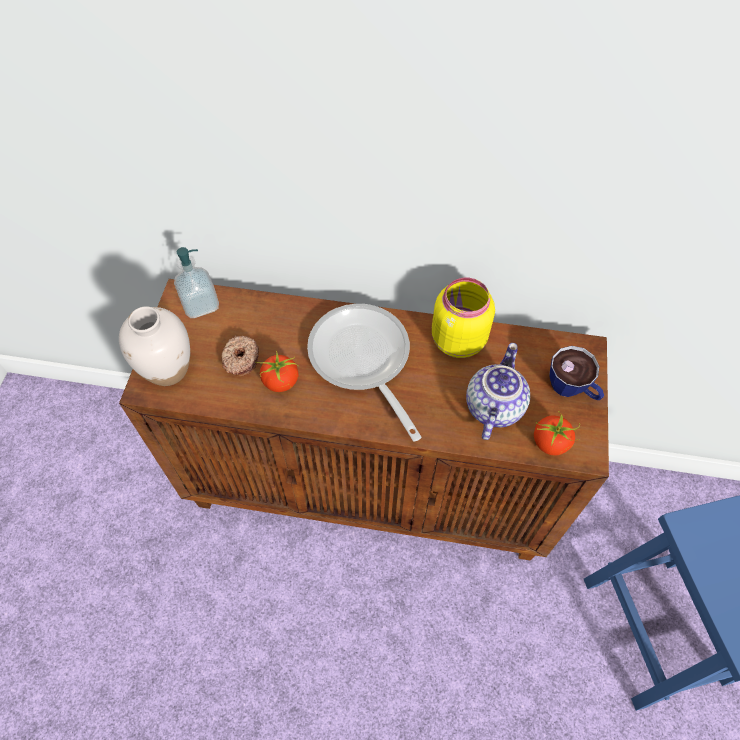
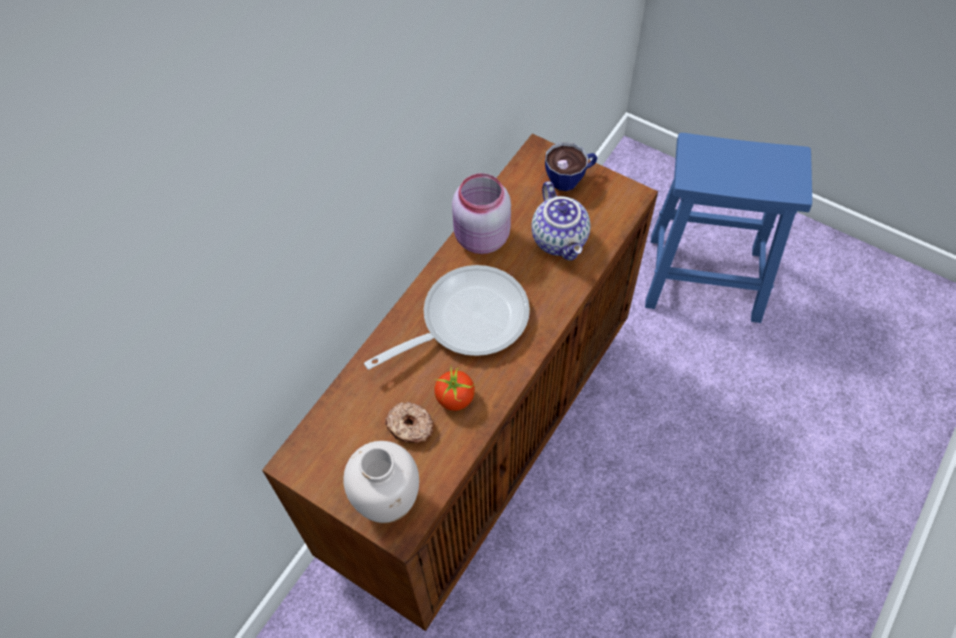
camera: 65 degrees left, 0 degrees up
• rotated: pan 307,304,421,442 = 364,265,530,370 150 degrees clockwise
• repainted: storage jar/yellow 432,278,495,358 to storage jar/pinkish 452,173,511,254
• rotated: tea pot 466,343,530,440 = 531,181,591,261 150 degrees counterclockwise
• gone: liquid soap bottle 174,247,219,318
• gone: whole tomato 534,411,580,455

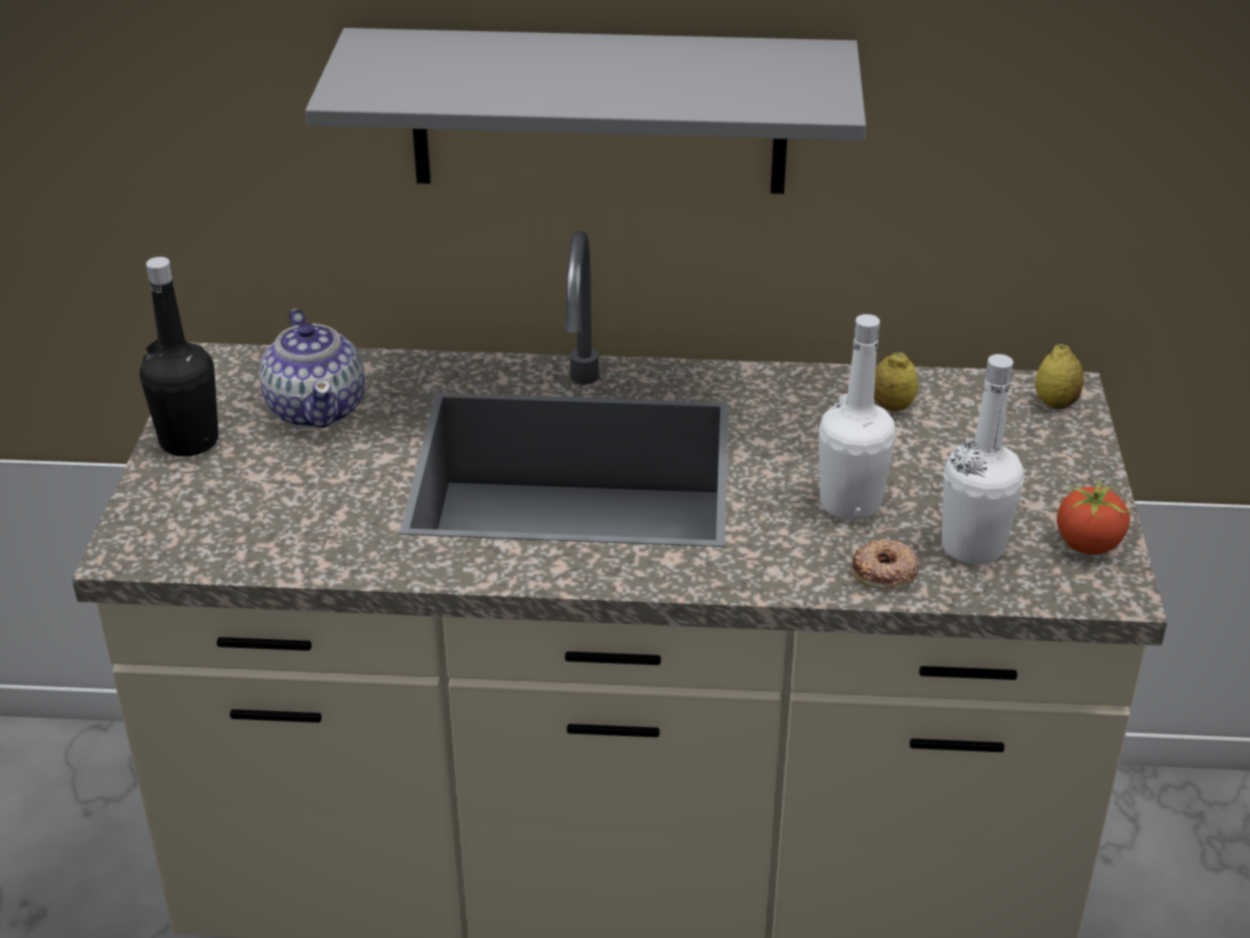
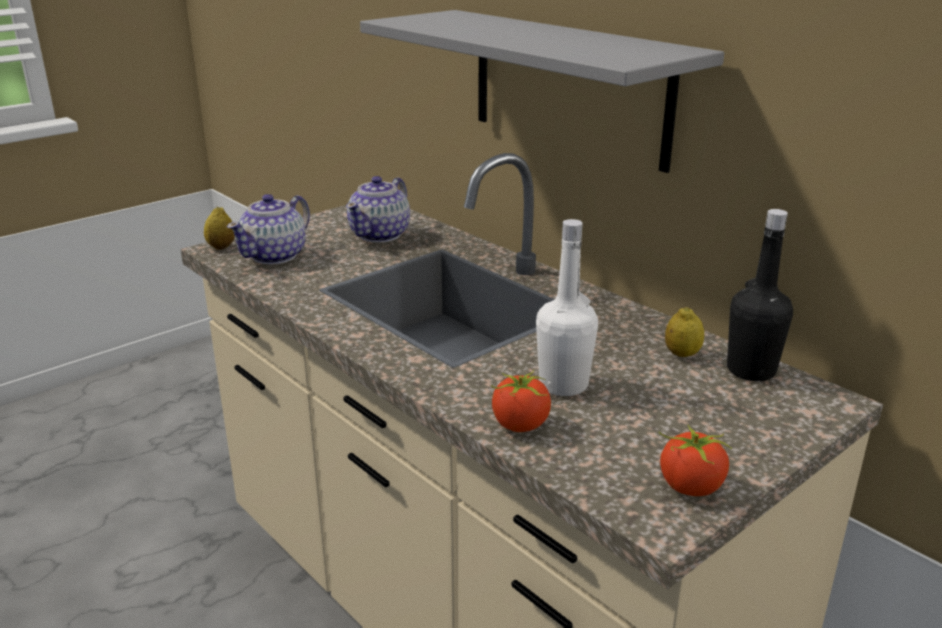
camera: 45 degrees right, 10 degrees down
• shifted: lemon 1035,344,1084,409 to 204,207,235,250
• new: tea pot 227,194,310,265
• swapped: doughnut 851,539,920,589 to whole tomato 491,370,551,432
• shifted: drink bottle/black-coloured 140,257,219,456 to 727,209,793,381
• gone: drink bottle/white 942,354,1024,565

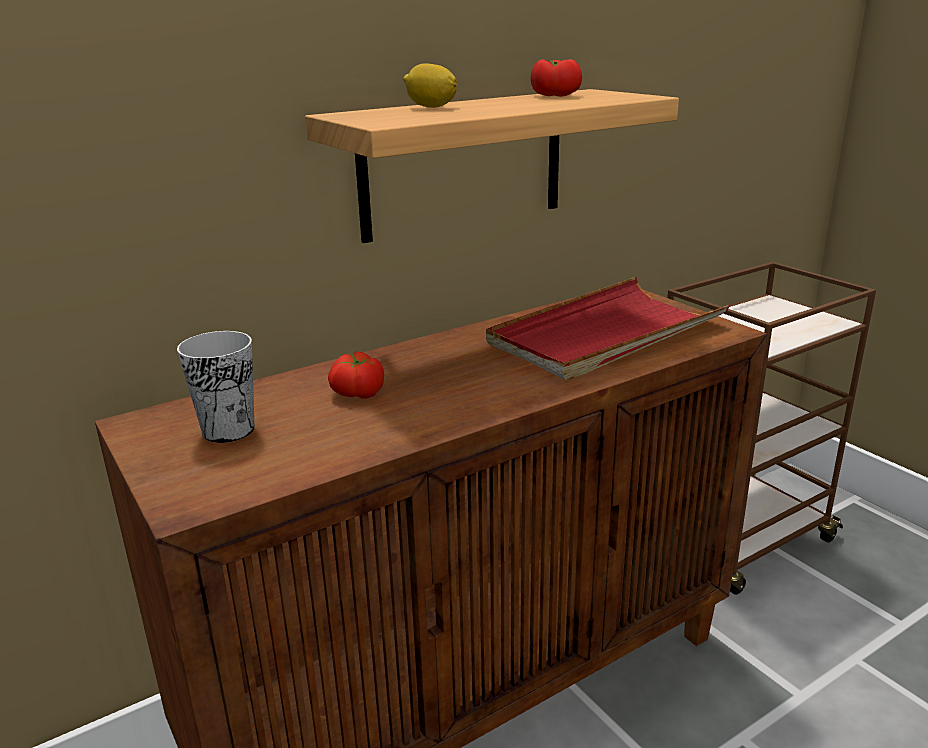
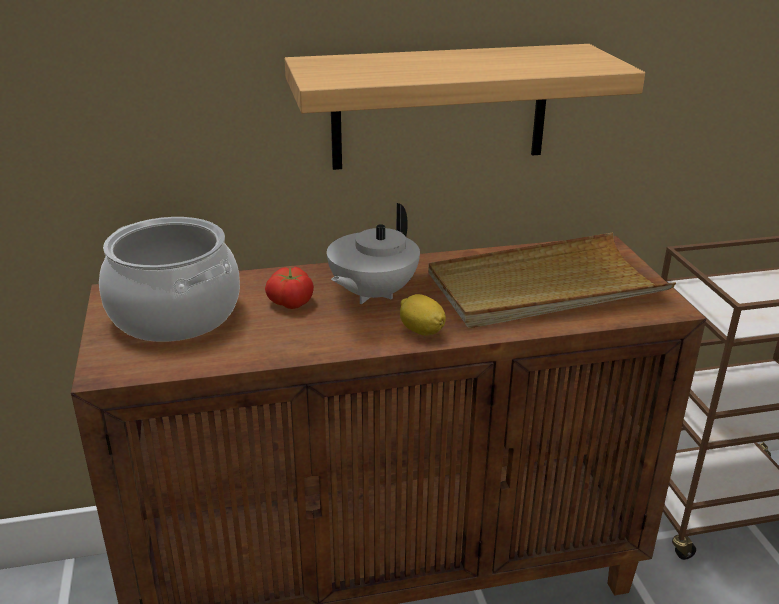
camera: 20 degrees right, 5 degrees up
• swapped: drinking cup 177,331,254,443 to stockpot 99,217,240,342
• new: tea pot/white 327,203,420,304
• shifted: lemon 403,63,458,108 to 400,294,446,335
• repainted: serving tray/red 486,277,730,380 to serving tray/beige-coloured 428,233,676,328
• gone: whole tomato 531,59,582,97

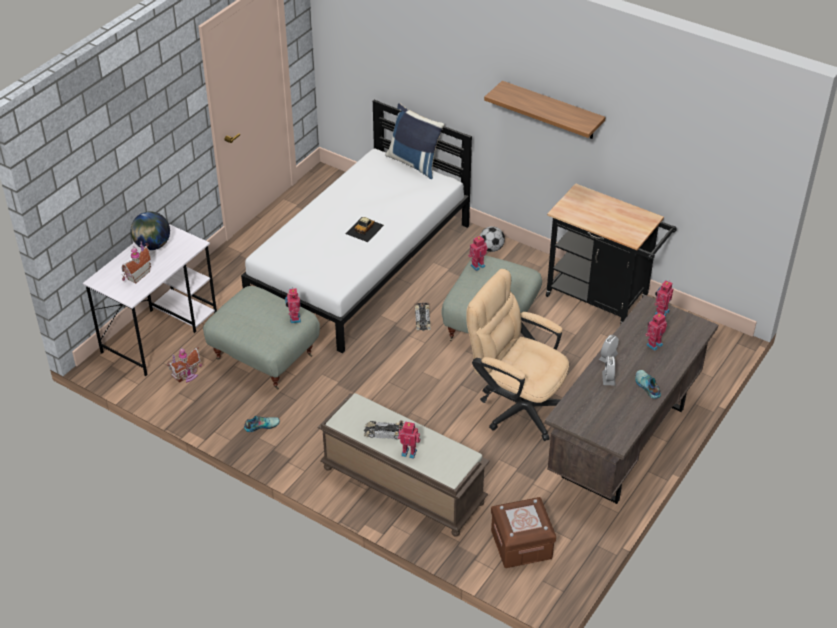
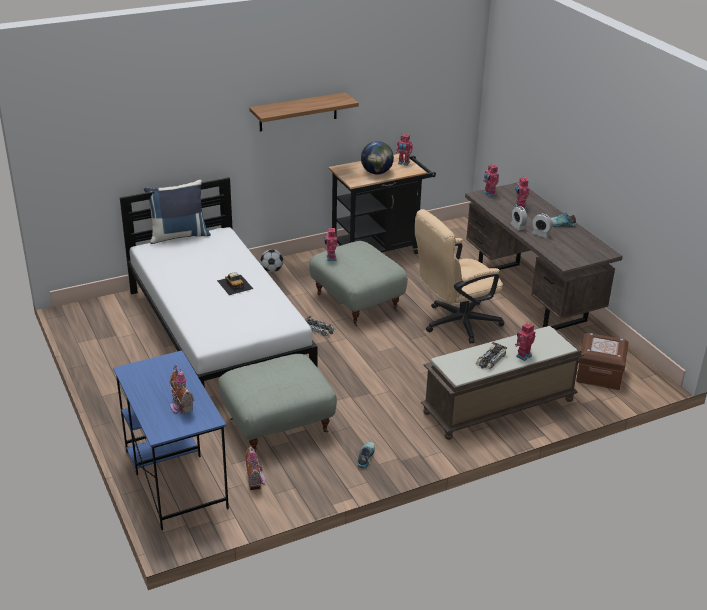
camera: 60 degrees left, 10 degrees down
• repainted: desk unit/white 83,224,217,377 to desk unit/blue 113,351,229,530
• shifted: globe 131,211,170,250 to 361,141,394,174
• shifted: model robot 285,287,301,323 to 396,133,413,166

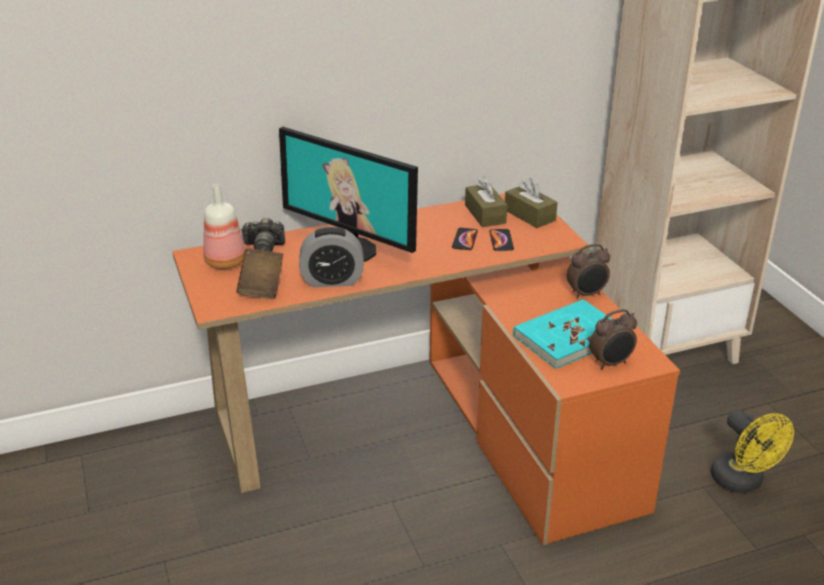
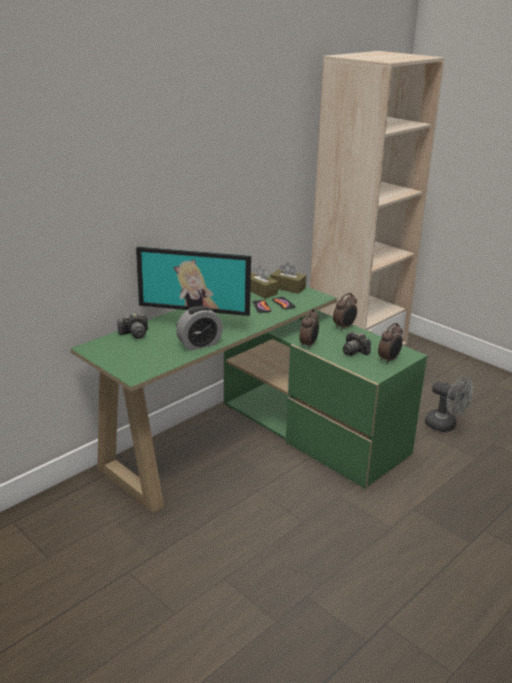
camera: 25 degrees left, 5 degrees down
• repainted: desk unit/orange-coloured 172,193,680,545 to desk unit/greenish 70,276,428,513
• new: bedside clock 299,309,319,349
• swapped: bound book/turquoise 513,299,612,369 to still camera 343,332,371,356
• repainted: electric fan/yellow 711,409,794,493 to electric fan/gray 425,376,473,432
• gone: drink bottle 203,184,245,269
• gone: bound book/brownish 237,249,283,299

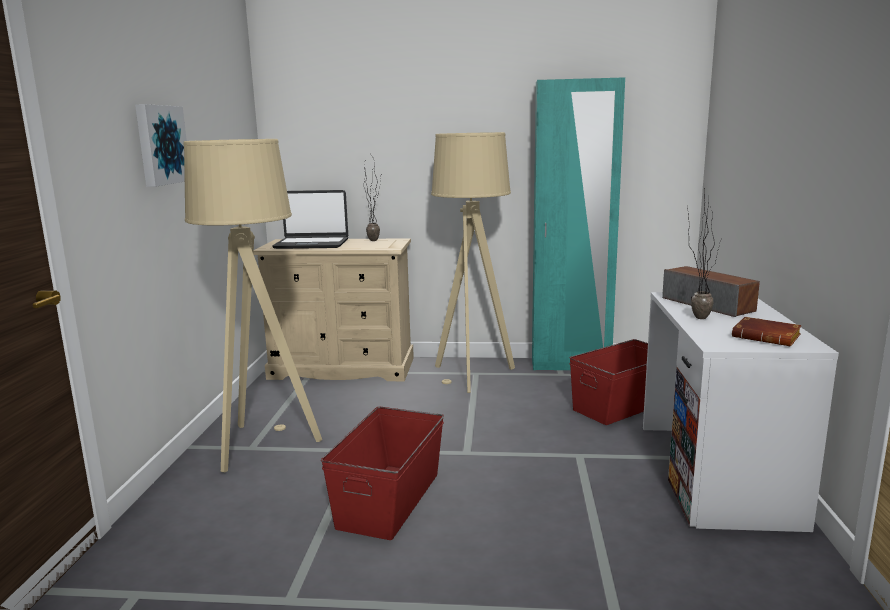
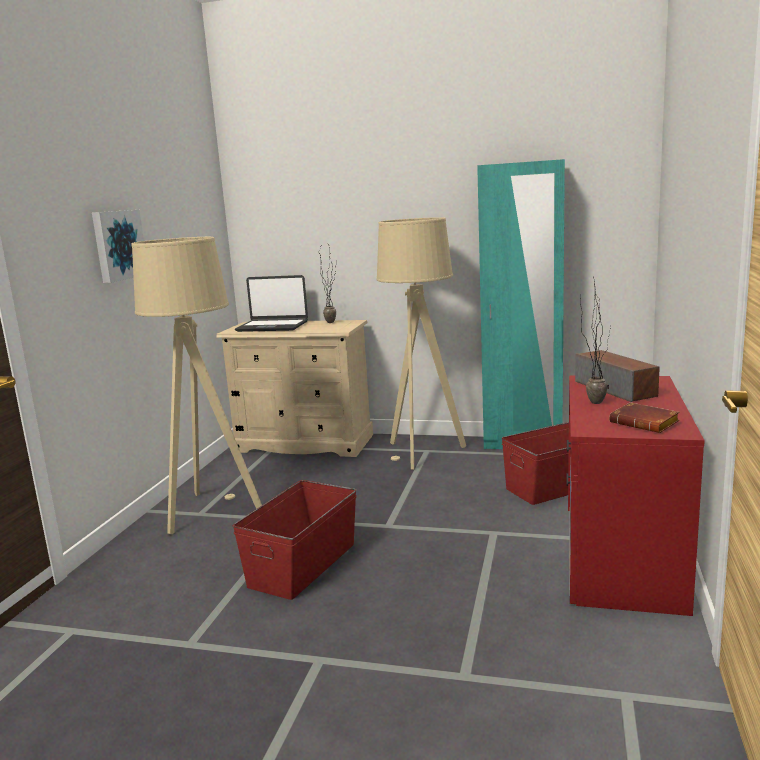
camera: 10 degrees right, 0 degrees up
• repainted: desk unit/white 643,292,839,532 to desk unit/red 566,375,705,616

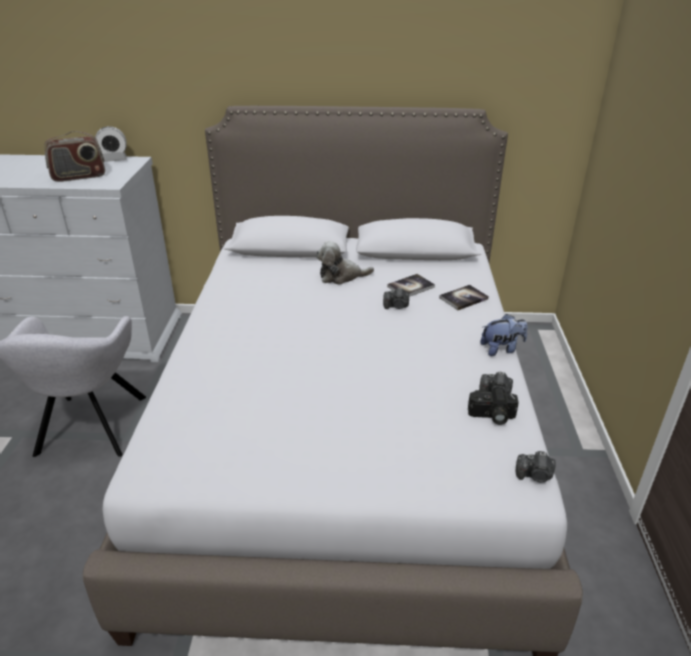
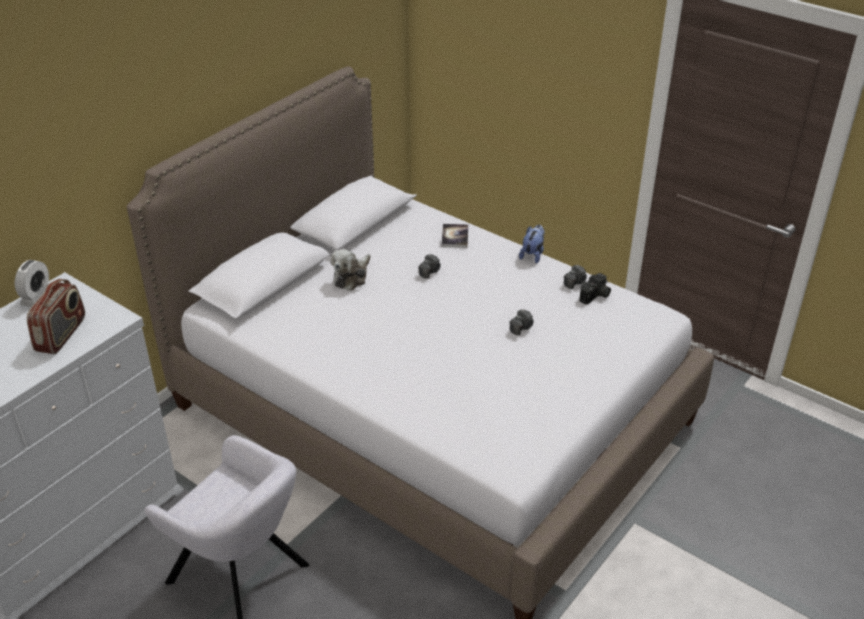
camera: 55 degrees left, 5 degrees up
• shifted: still camera 516,451,556,482 to 509,309,534,335
• gone: bound book 387,274,435,297

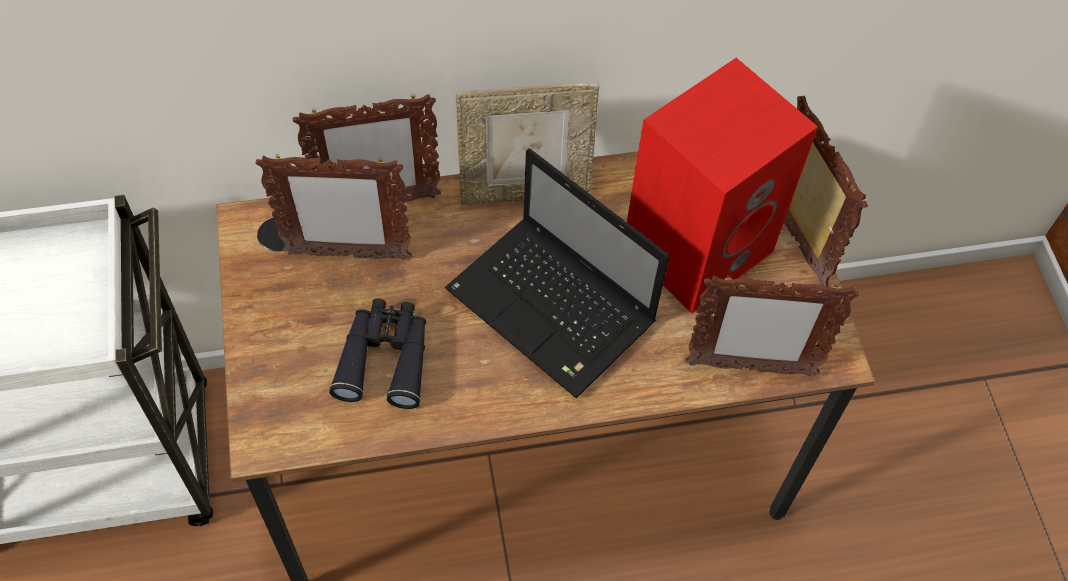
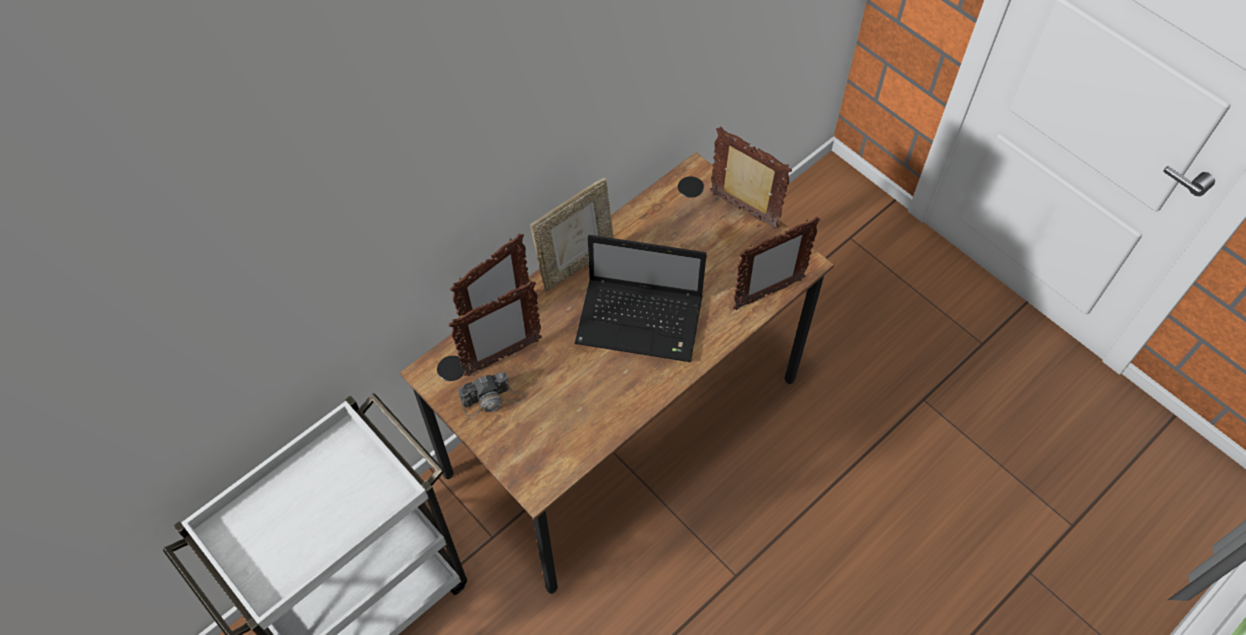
camera: 30 degrees left, 0 degrees up
• new: still camera 458,372,526,417
• gone: pair of binoculars/black-coloured 329,298,426,409
• gone: speaker/red 627,58,818,313

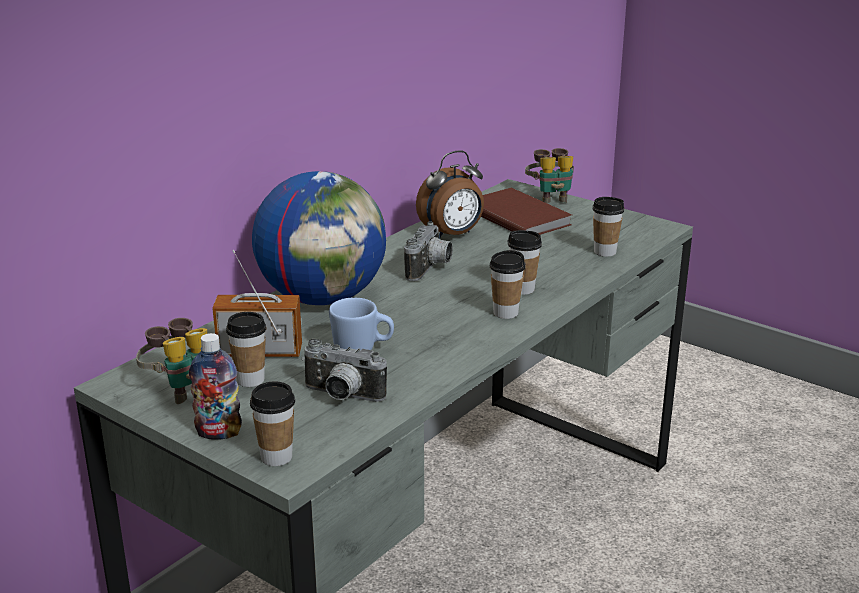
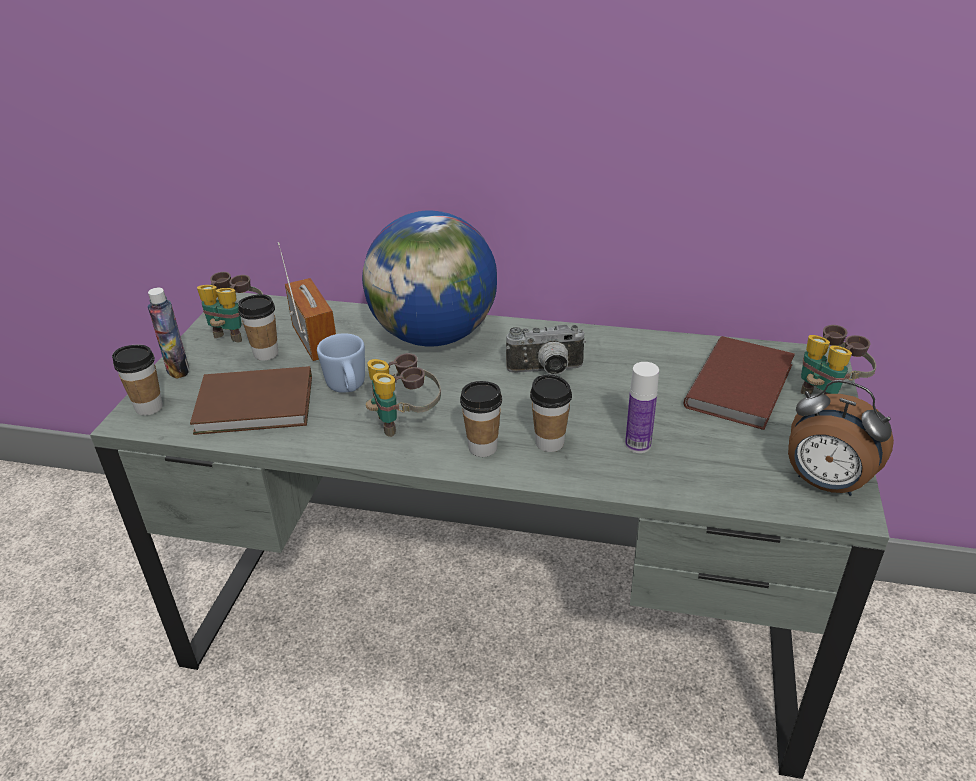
camera: 65 degrees right, 10 degrees up
• swapped: still camera 302,339,387,402 to bound book/brownish 190,366,312,435
• new: pair of binoculars 366,353,441,437
• new: drink bottle 625,362,659,453
• shifted: bedside clock 416,151,484,239 to 788,380,894,496
• gone: drinking cup 592,197,624,257

